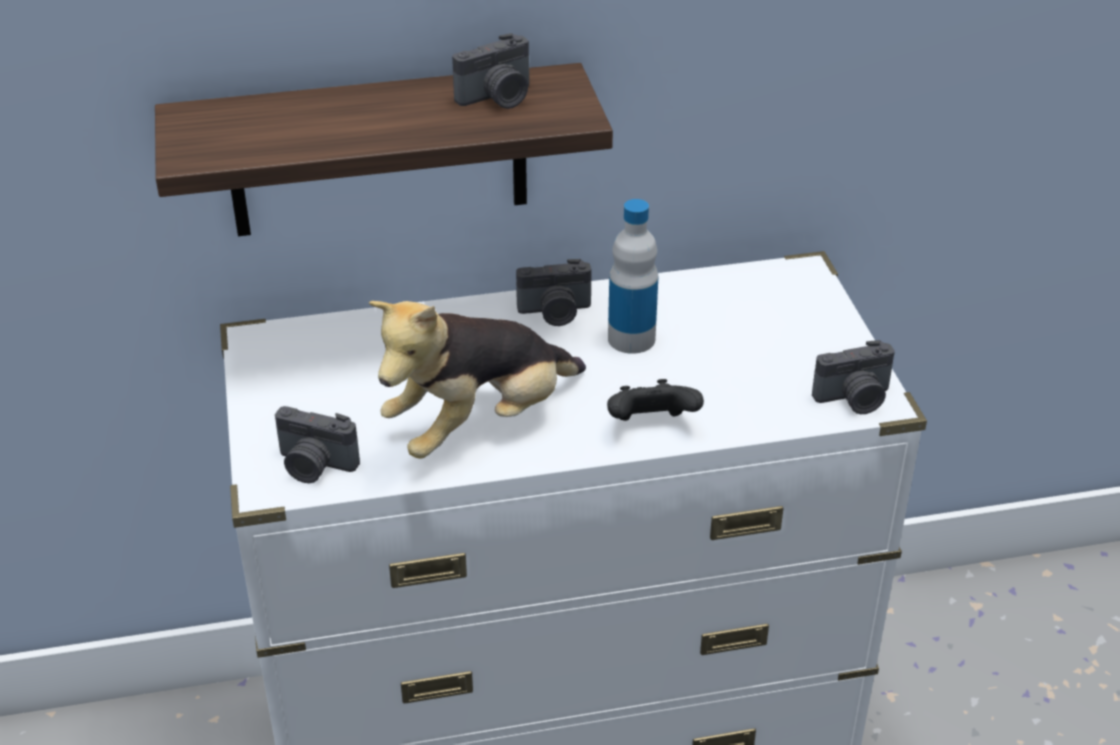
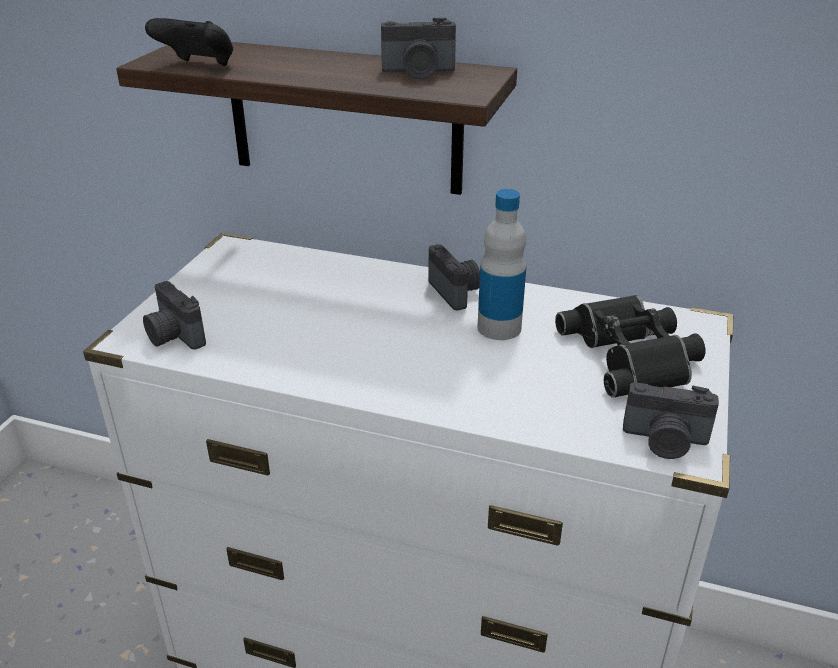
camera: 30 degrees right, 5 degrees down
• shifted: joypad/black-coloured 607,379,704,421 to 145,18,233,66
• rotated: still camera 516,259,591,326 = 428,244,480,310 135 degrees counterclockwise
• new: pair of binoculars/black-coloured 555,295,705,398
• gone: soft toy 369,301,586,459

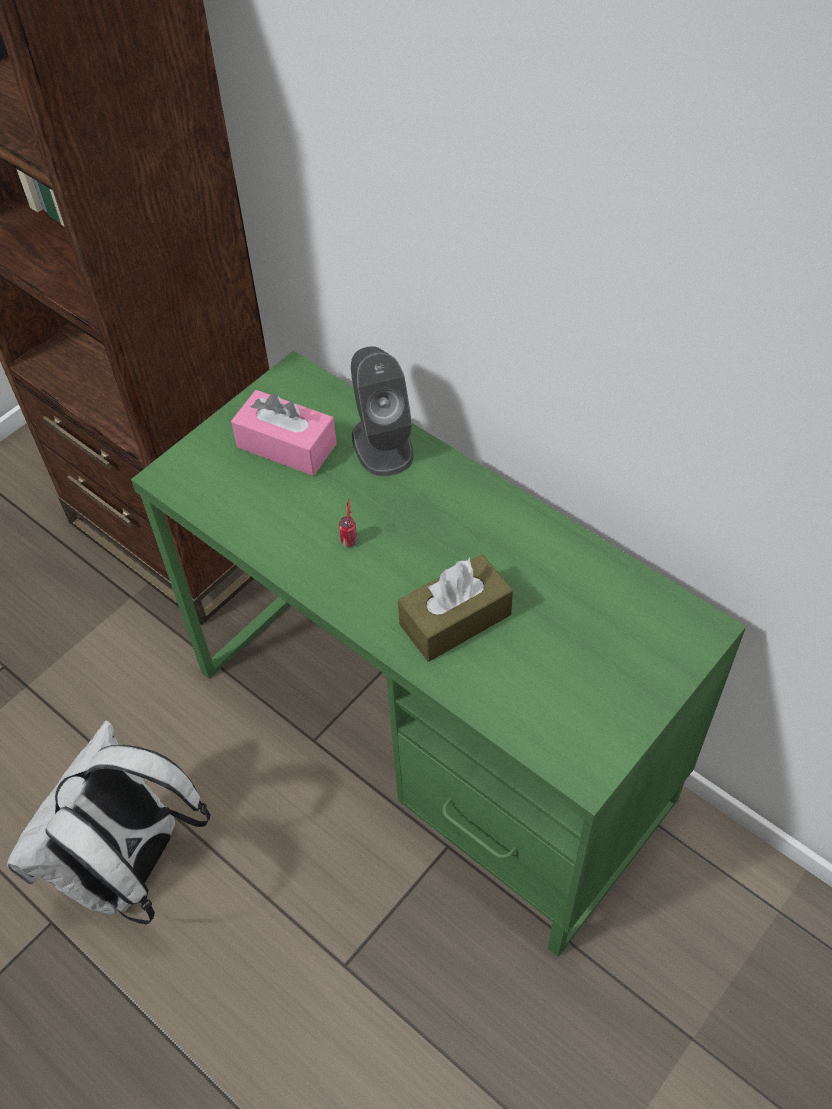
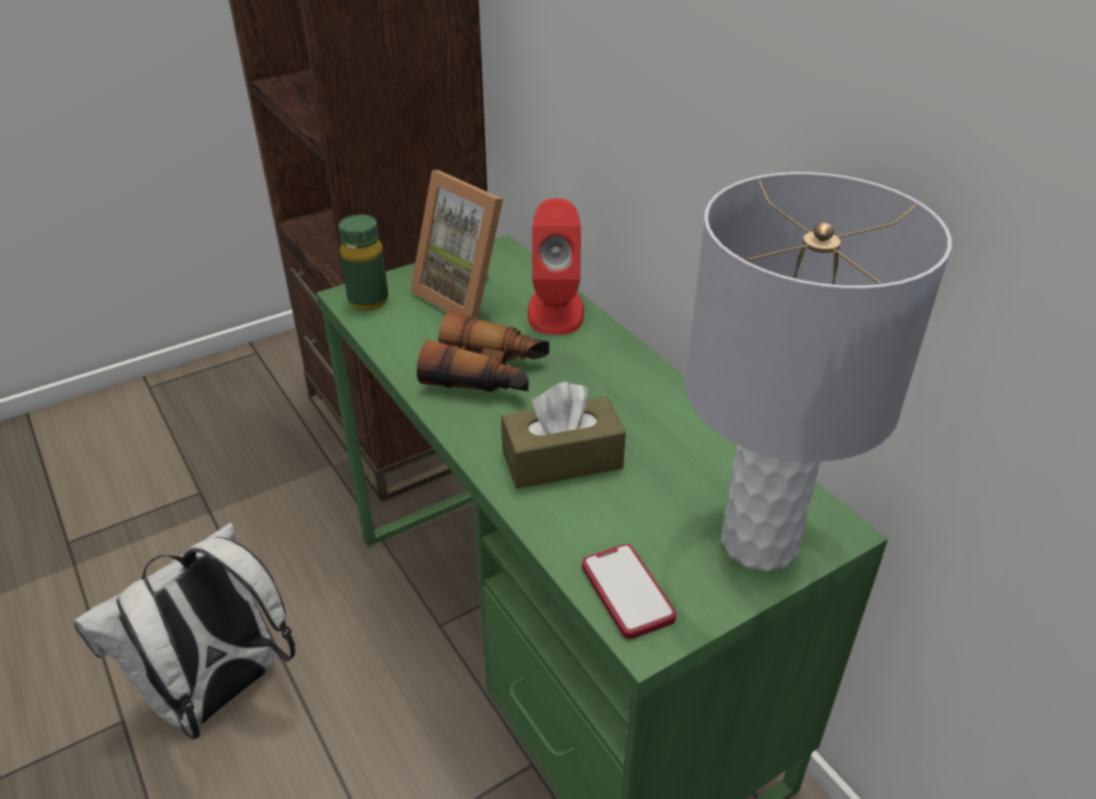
camera: 15 degrees right, 15 degrees down
• new: drink bottle/greenish 339,214,388,310
• swapped: box of tissues/pinkish 231,390,337,476 to picture frame 410,170,503,317
• swapped: metal can 339,499,357,547 to pair of binoculars 417,311,549,392
• repainted: speaker/gray 351,346,413,476 to speaker/red 528,198,584,335
• new: phone 582,544,676,639
• new: lamp for a table/gray 685,172,952,572

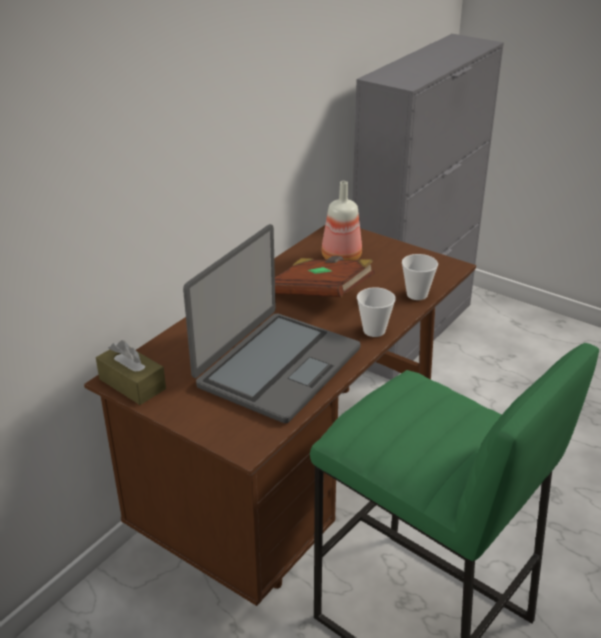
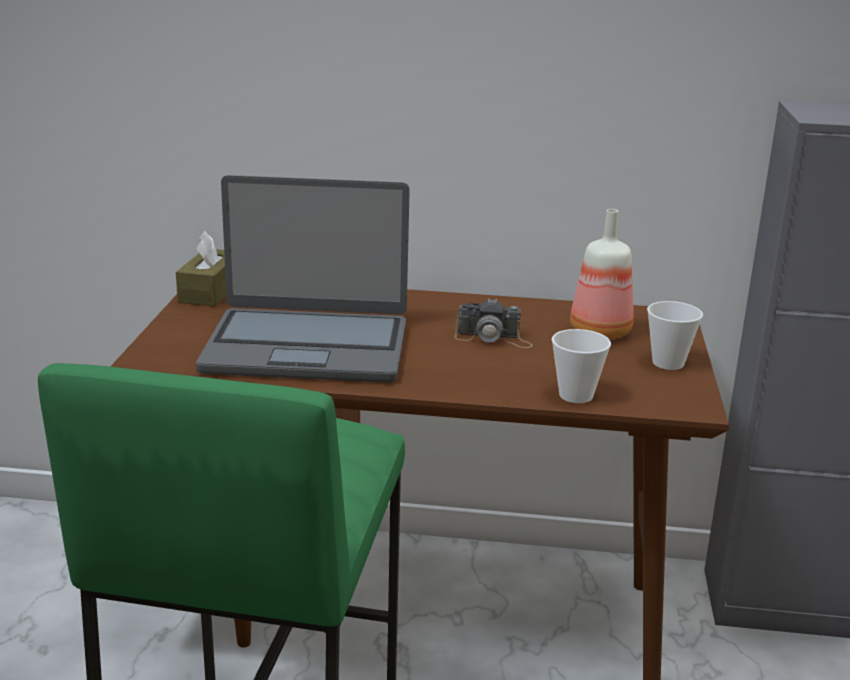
camera: 60 degrees right, 10 degrees down
• swapped: bound book/brownish 275,256,375,297 to still camera 454,298,533,348
• shifted: drinking cup 357,287,396,337 to 647,301,703,370

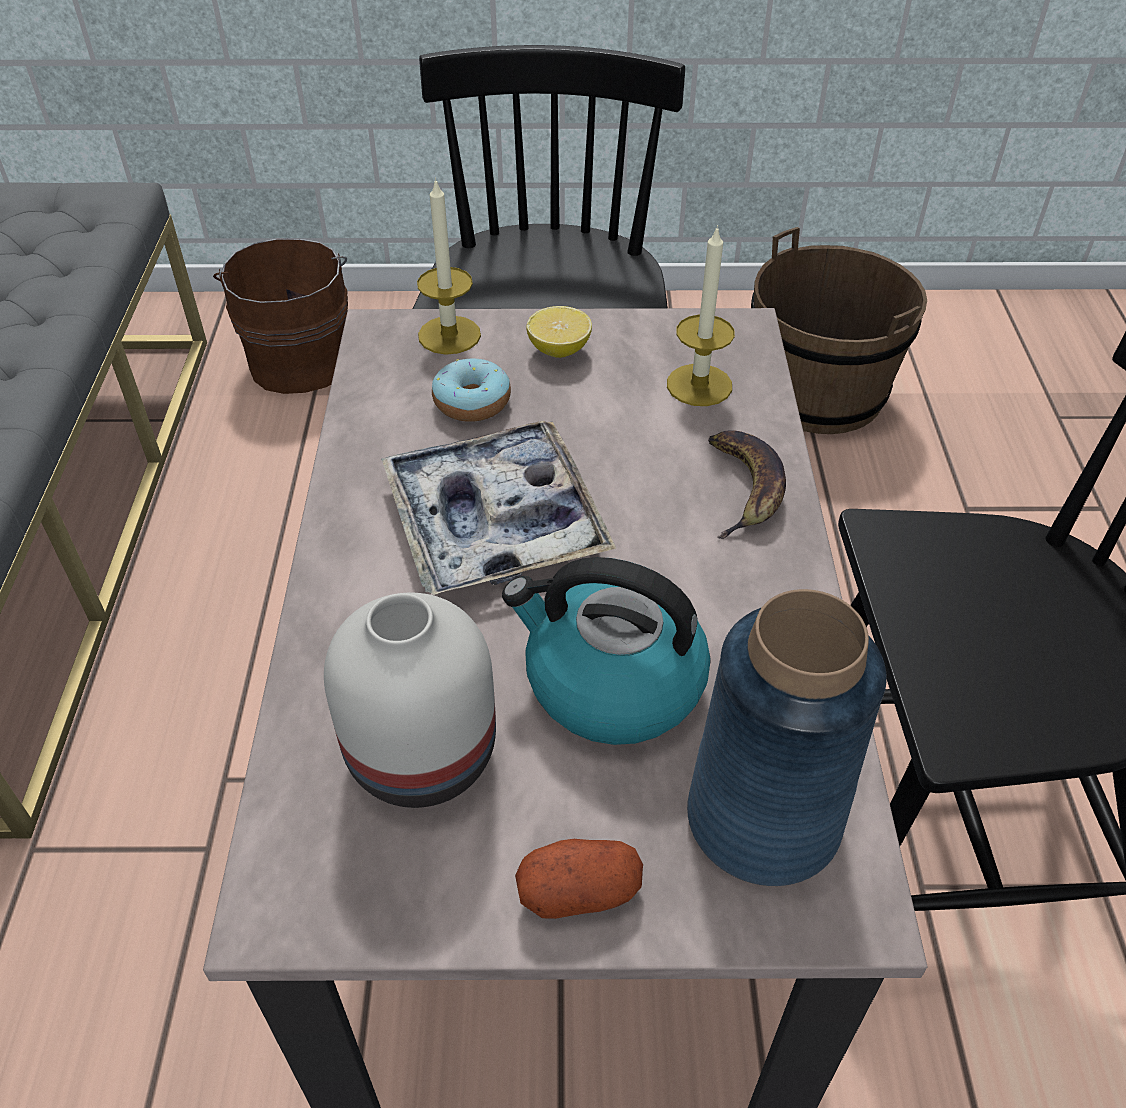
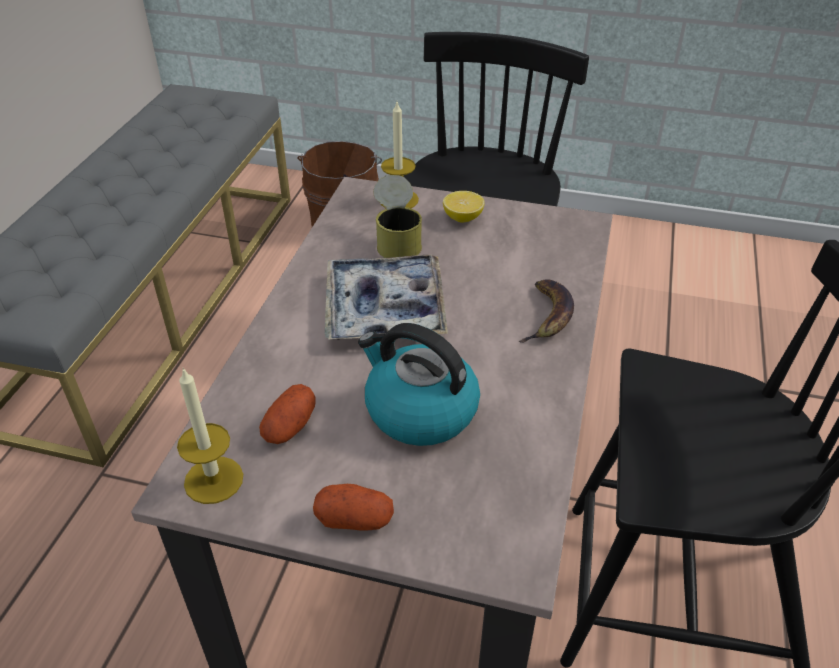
camera: 15 degrees right, 5 degrees down
• shifted: wax candle 667,225,735,406 to 177,368,243,504
• swapped: flower vase/white 324,593,496,808 to potato 259,384,316,444
• swapped: doughnut 432,358,511,422 to metal can 373,175,422,258
• gone: flower vase/blue 687,589,887,886
• gone: bucket/brownish 751,227,927,434

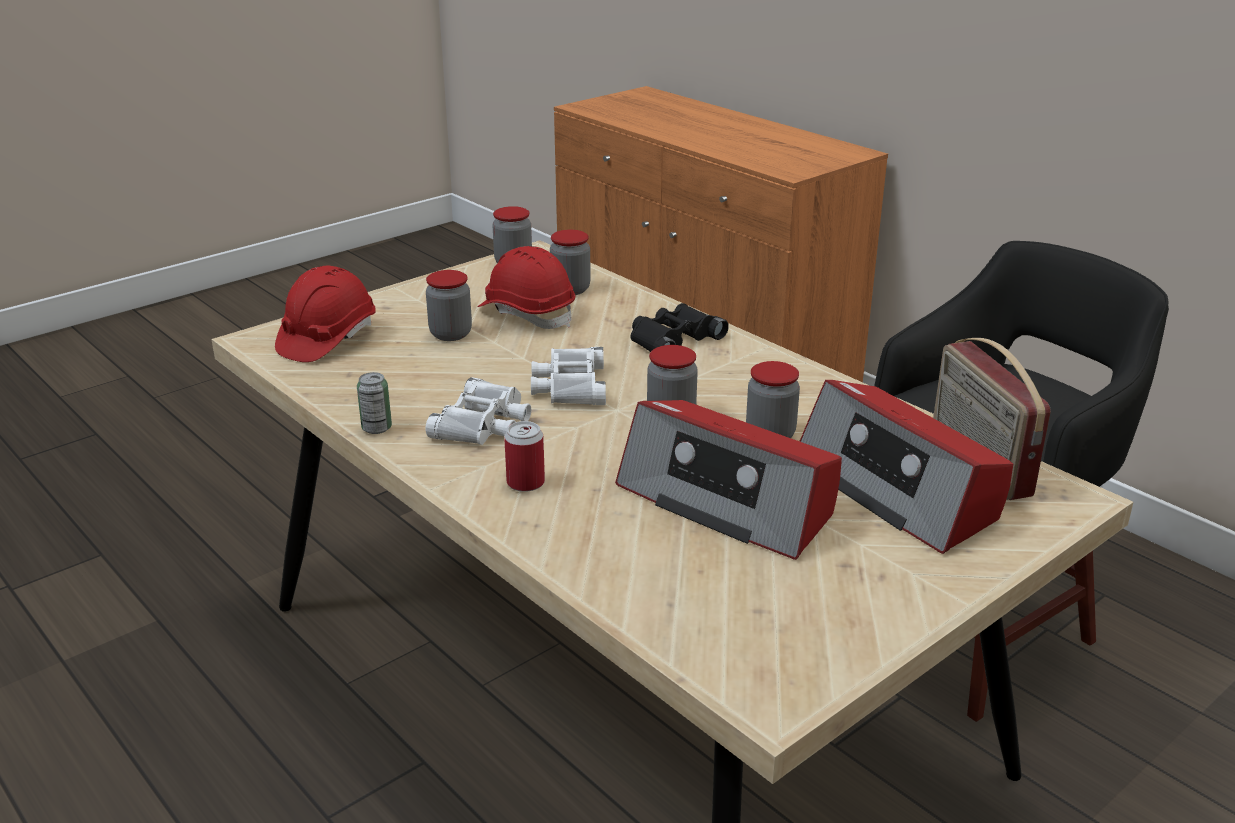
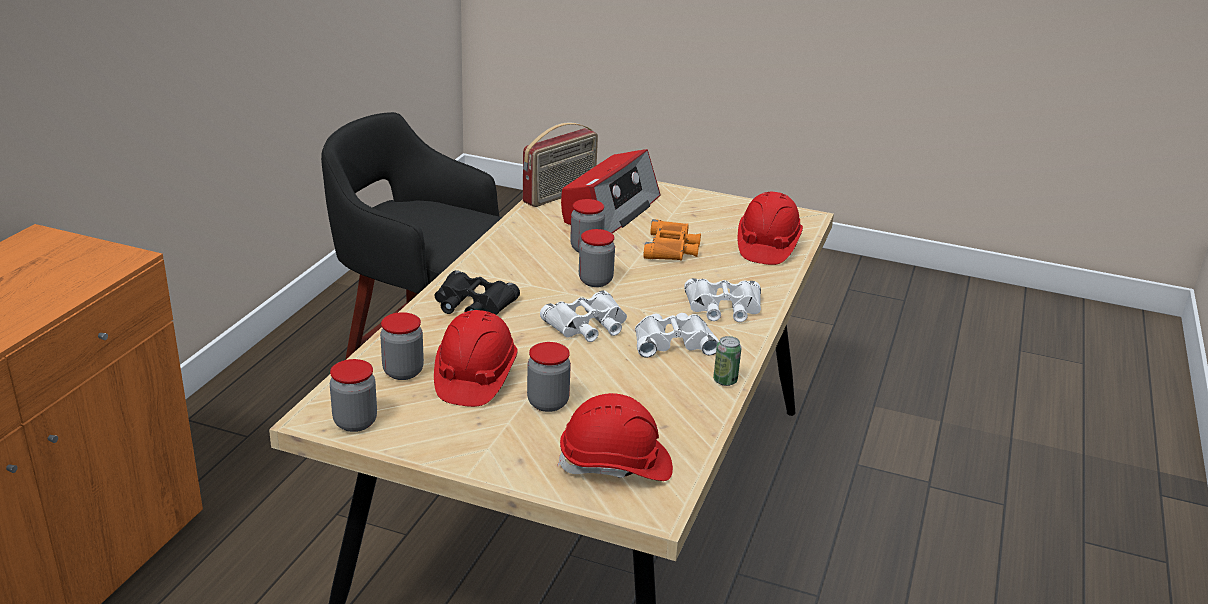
camera: 120 degrees left, 0 degrees up
• swapped: radio set 615,400,842,560 to pair of binoculars/orange-coloured 643,219,701,261
• swapped: metal can 504,421,545,492 to pair of binoculars/white 684,278,761,322
• new: work helmet/red 738,191,803,265

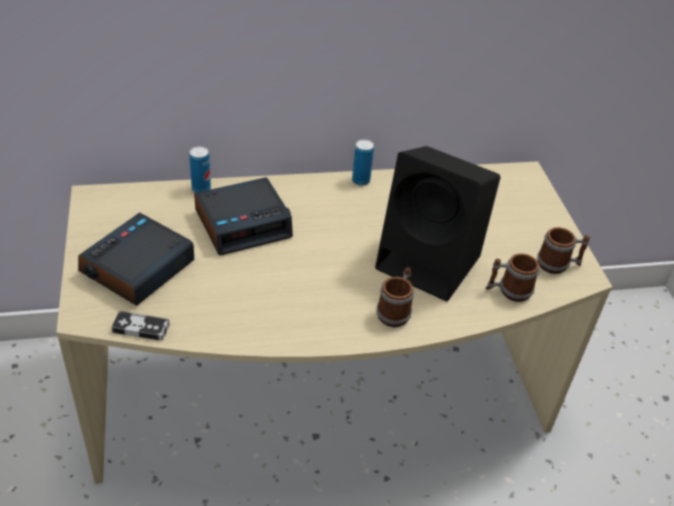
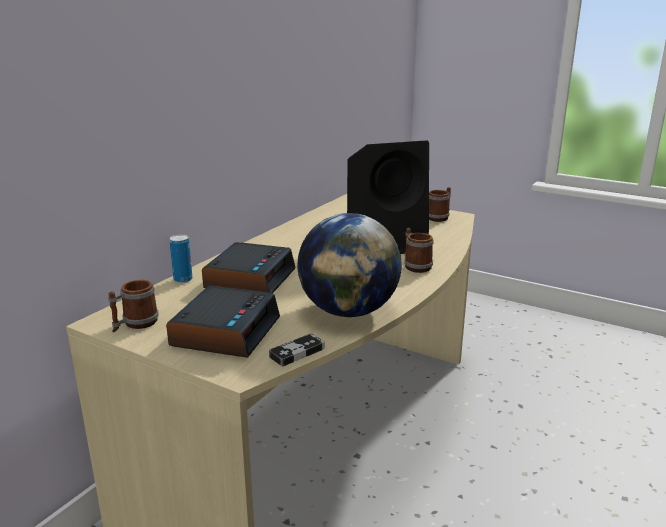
camera: 45 degrees left, 20 degrees down
• shifted: mug 486,253,540,302 to 108,280,159,332
• rotated: bedside clock 78,213,194,306 = 166,286,280,358 150 degrees counterclockwise
• new: globe 297,213,402,317
• gone: metal can 352,139,374,186

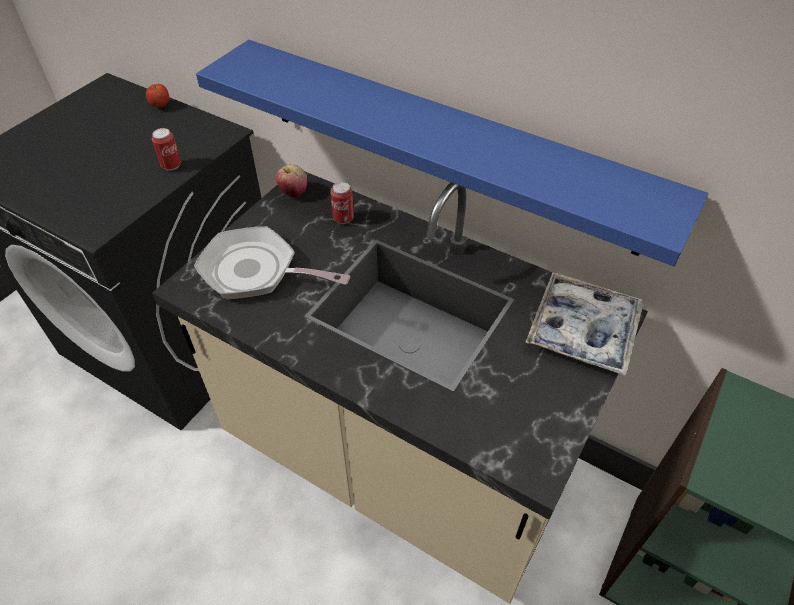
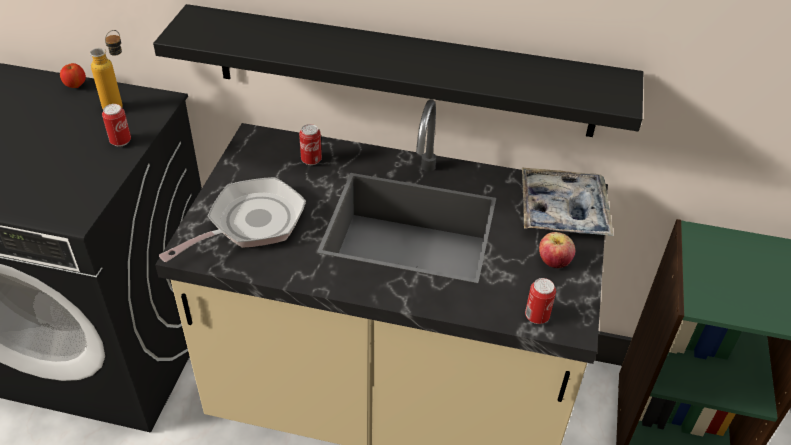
camera: 20 degrees left, 5 degrees down
• new: drink bottle 90,30,123,109
• repainted: shelf/blue 196,40,709,266 to shelf/black-coloured 153,4,643,137
• rotated: pan 194,226,350,300 = 159,177,306,262 135 degrees clockwise
• new: metal can 525,278,556,324
• shifted: apple 276,164,307,197 to 539,232,575,268

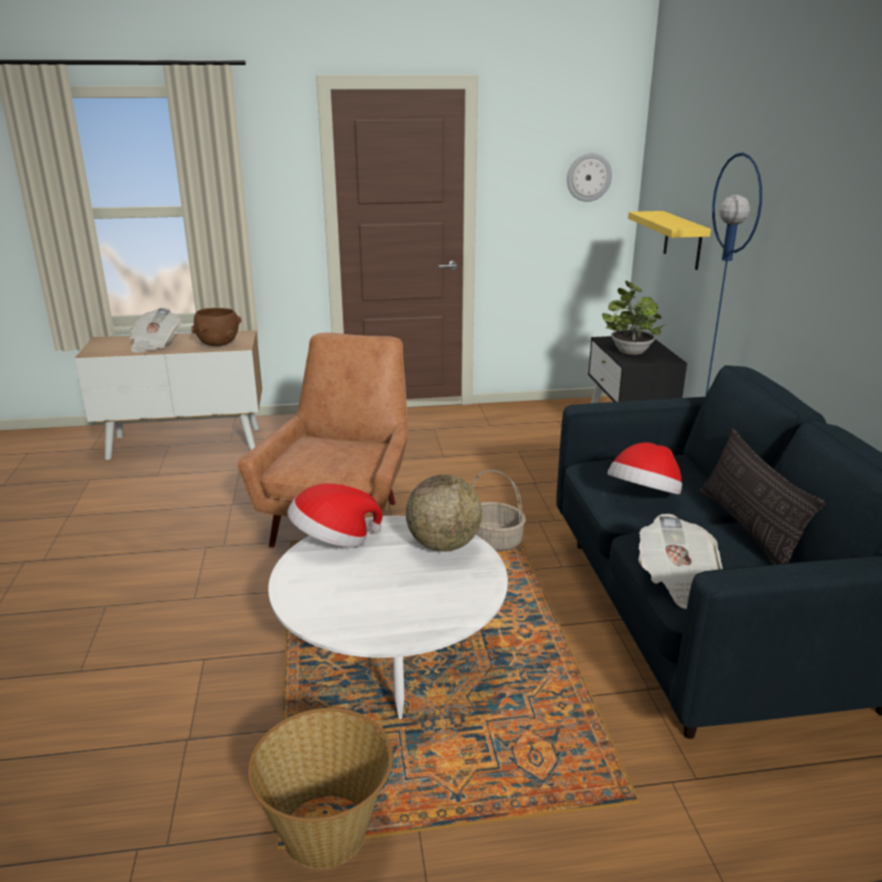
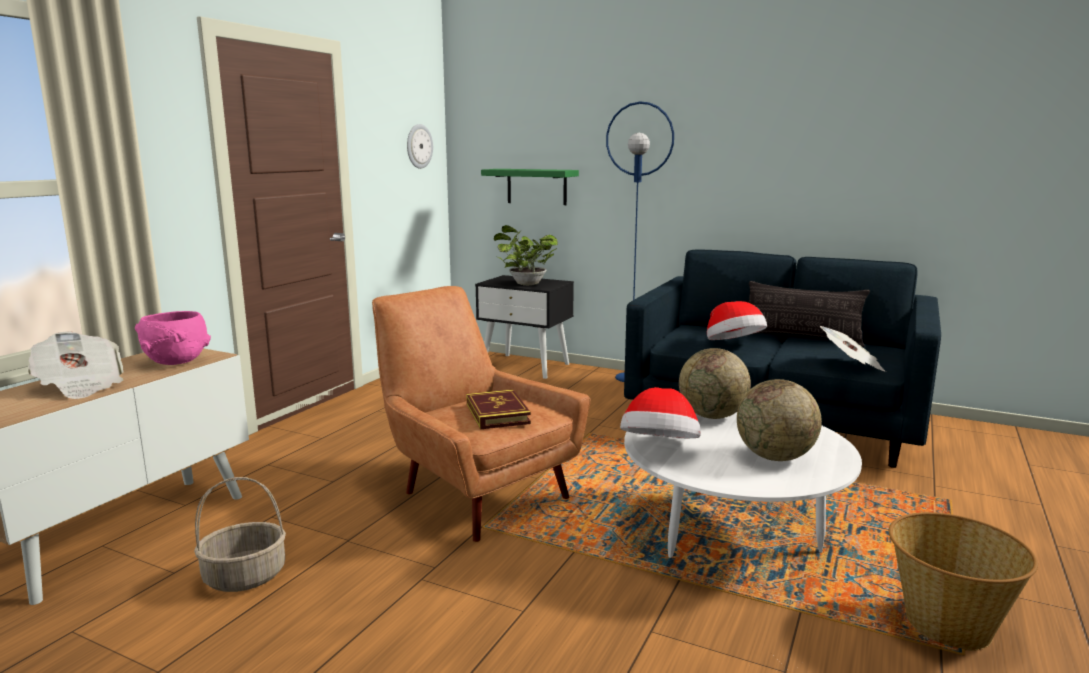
camera: 55 degrees left, 10 degrees down
• repainted: serving bowl/brownish 192,308,241,346 to serving bowl/pinkish 135,311,211,365
• shifted: storage basket 472,470,526,552 to 194,477,286,592
• new: bound book 466,390,531,429
• repainted: shelf/yellow 628,211,711,270 to shelf/greenish 481,169,579,205
• new: globe 737,379,822,461

